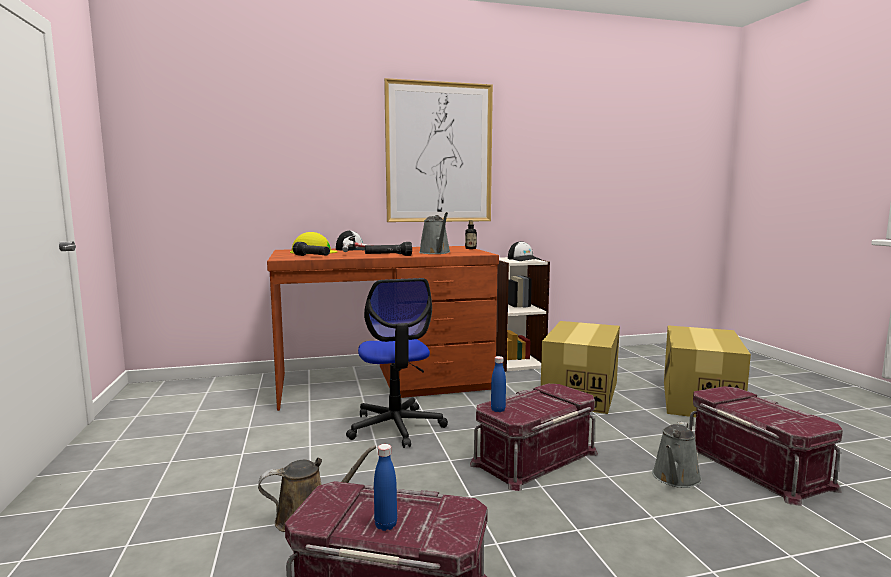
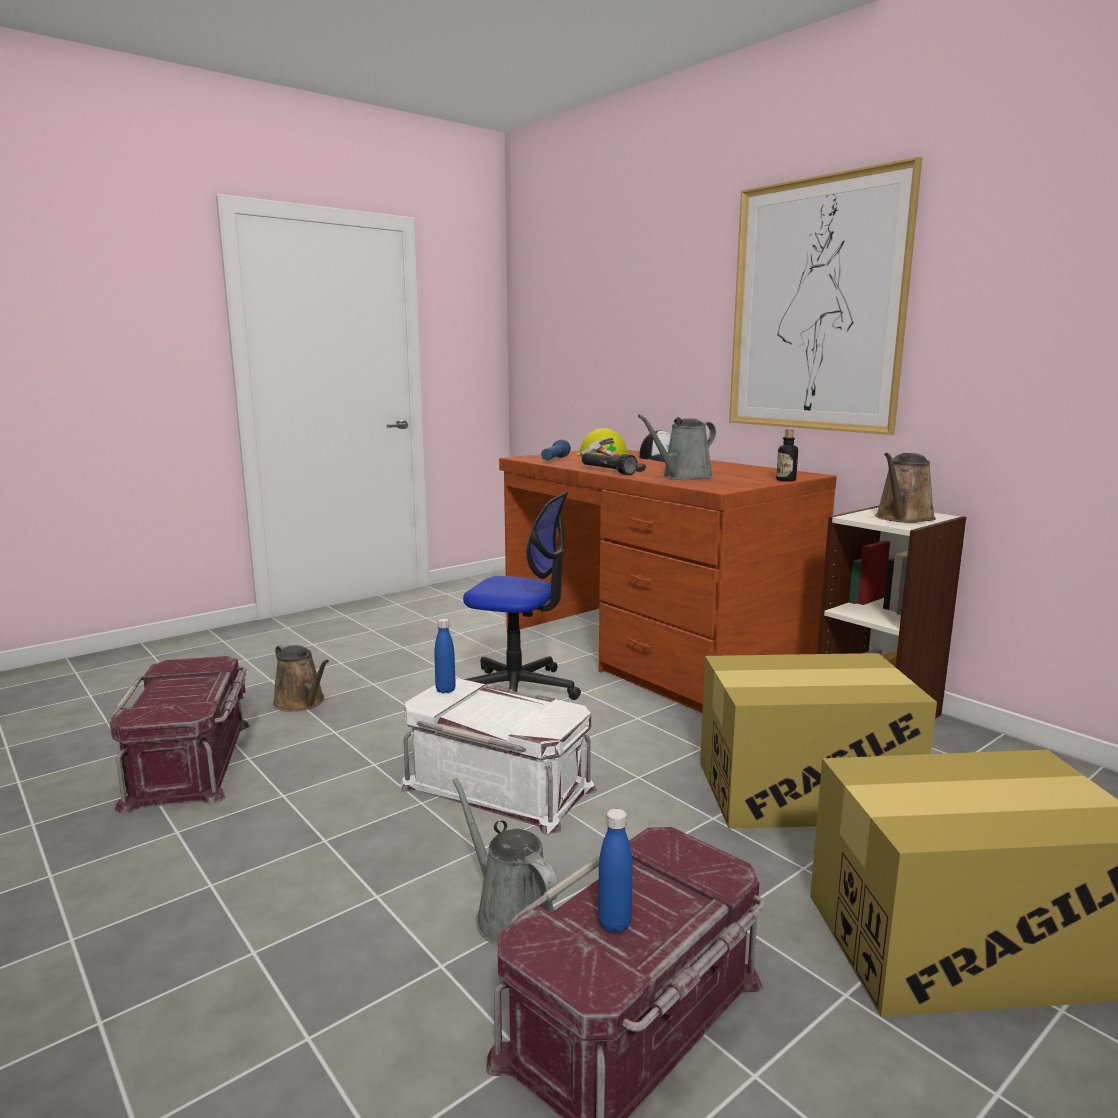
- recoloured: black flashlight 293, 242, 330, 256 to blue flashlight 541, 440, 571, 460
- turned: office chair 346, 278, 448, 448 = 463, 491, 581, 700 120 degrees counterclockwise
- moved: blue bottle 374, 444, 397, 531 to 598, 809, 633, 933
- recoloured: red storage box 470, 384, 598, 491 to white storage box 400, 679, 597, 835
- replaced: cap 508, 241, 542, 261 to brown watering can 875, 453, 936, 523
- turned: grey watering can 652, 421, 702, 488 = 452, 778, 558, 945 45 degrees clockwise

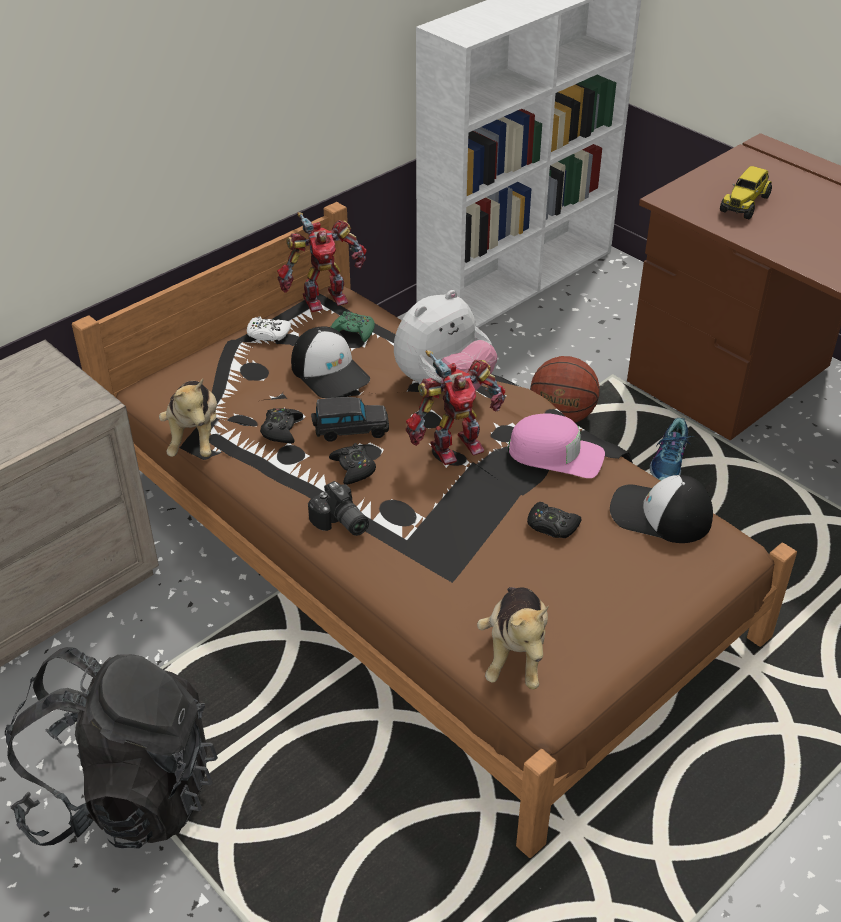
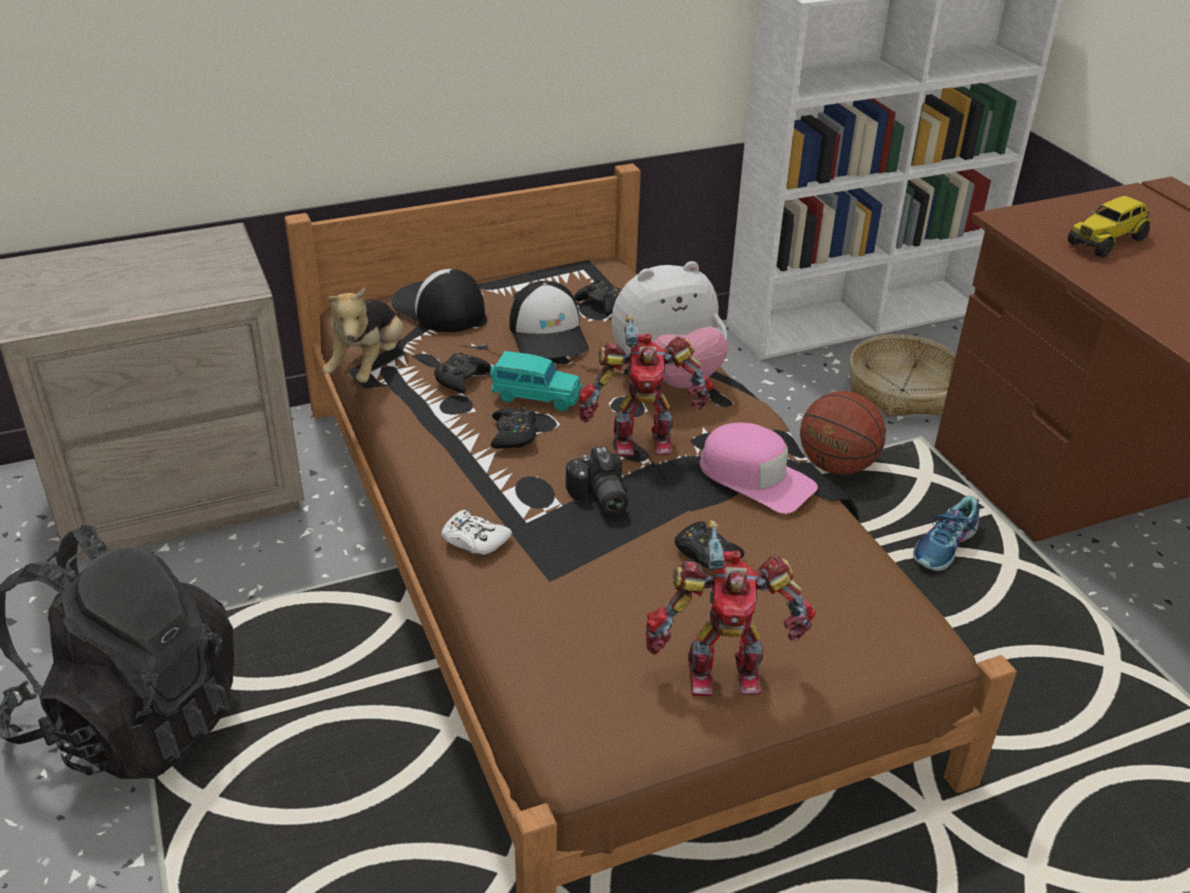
- moved: white game controller 247, 316, 291, 341 to 442, 510, 512, 555
- moved: toy robot 277, 212, 367, 312 to 646, 520, 816, 696
- moved: photo camera 308, 481, 369, 536 to 566, 446, 628, 515
- recoloured: black toy car 311, 397, 389, 442 to turquoise toy car 490, 351, 582, 411
- recoloured: green game controller 331, 311, 375, 342 to black game controller 574, 279, 622, 316
- removed: plush toy 477, 587, 549, 689
- moved: cap 610, 475, 713, 543 to 391, 269, 485, 332
- added: basket 850, 334, 956, 417

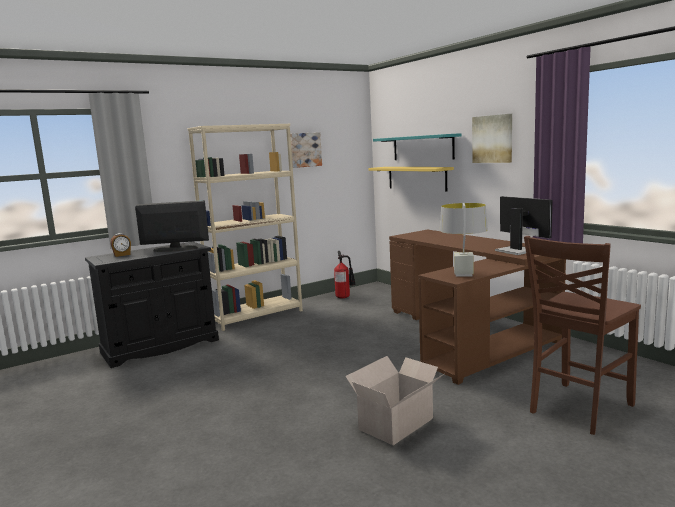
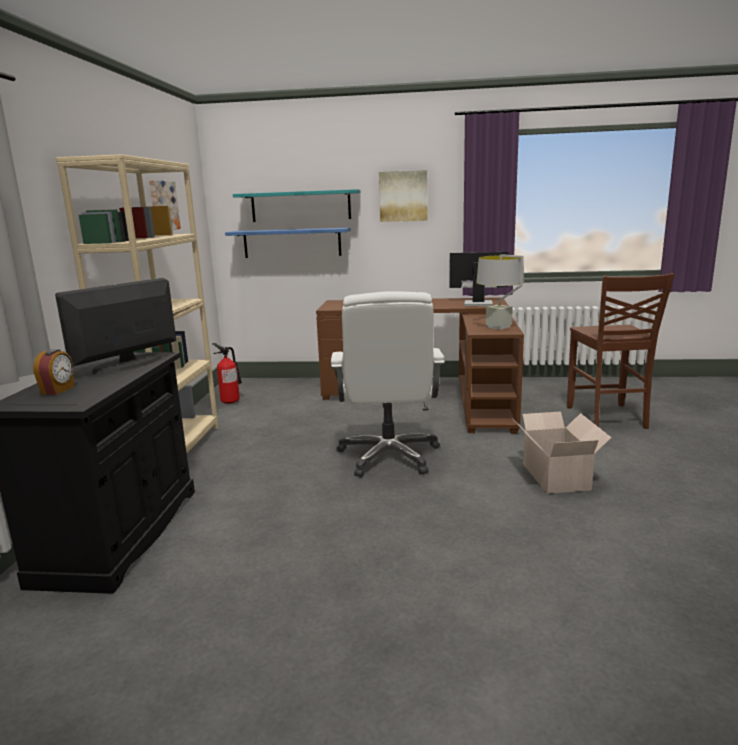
- recoloured: yellow shelf 369, 167, 454, 192 to blue shelf 225, 227, 350, 258
- added: white office chair 331, 291, 445, 477

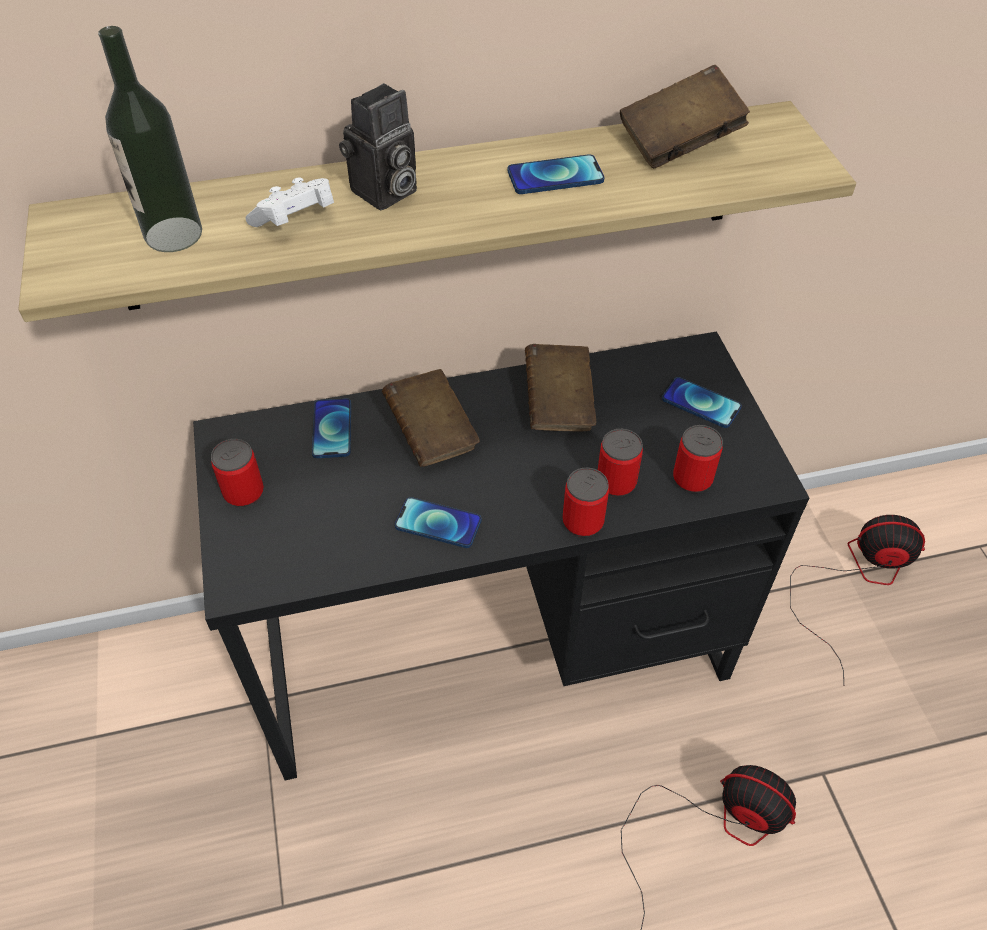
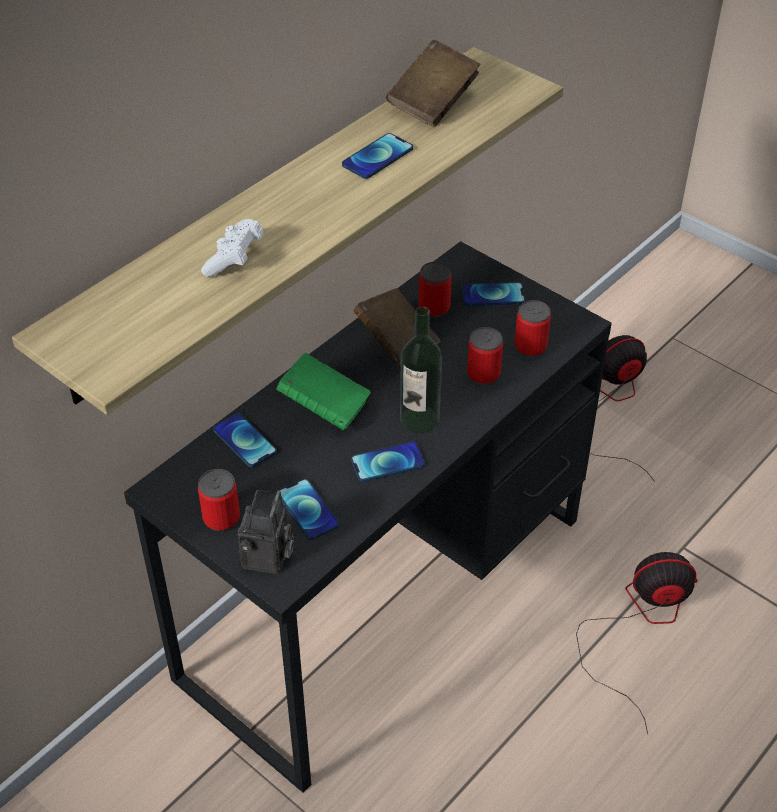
- moved: bottle 98, 26, 202, 252 to 400, 306, 442, 433
- moved: photo camera 339, 83, 417, 210 to 238, 490, 294, 574
- recoloured: brown book 382, 369, 480, 467 to green book 276, 353, 371, 431
- moved: can 562, 467, 609, 537 to 418, 262, 452, 317
- added: phone 279, 479, 339, 540

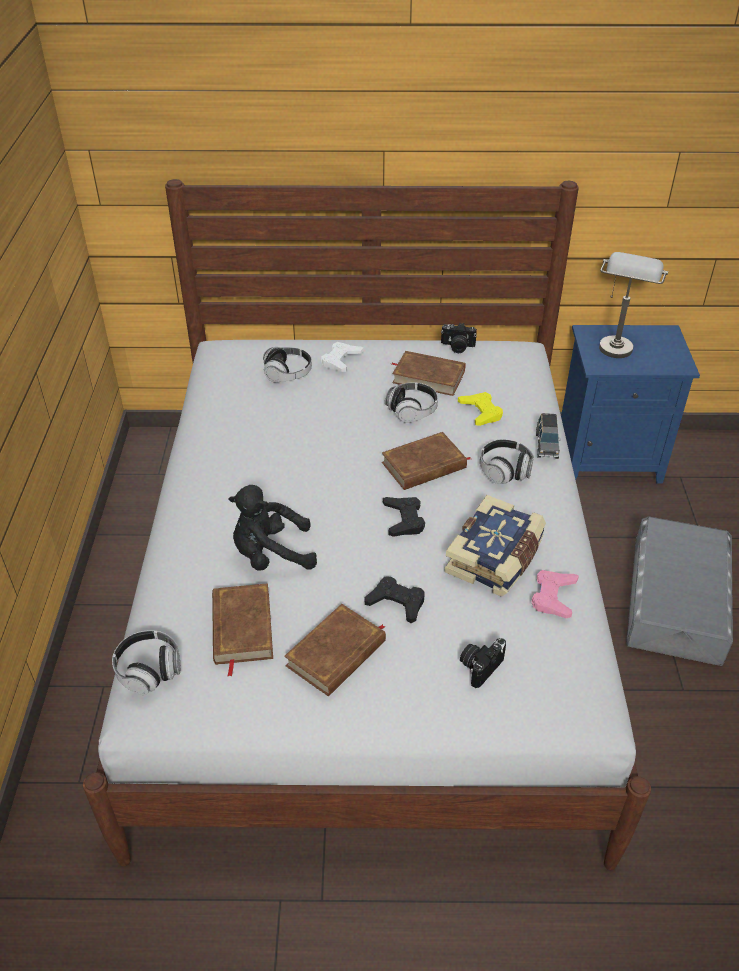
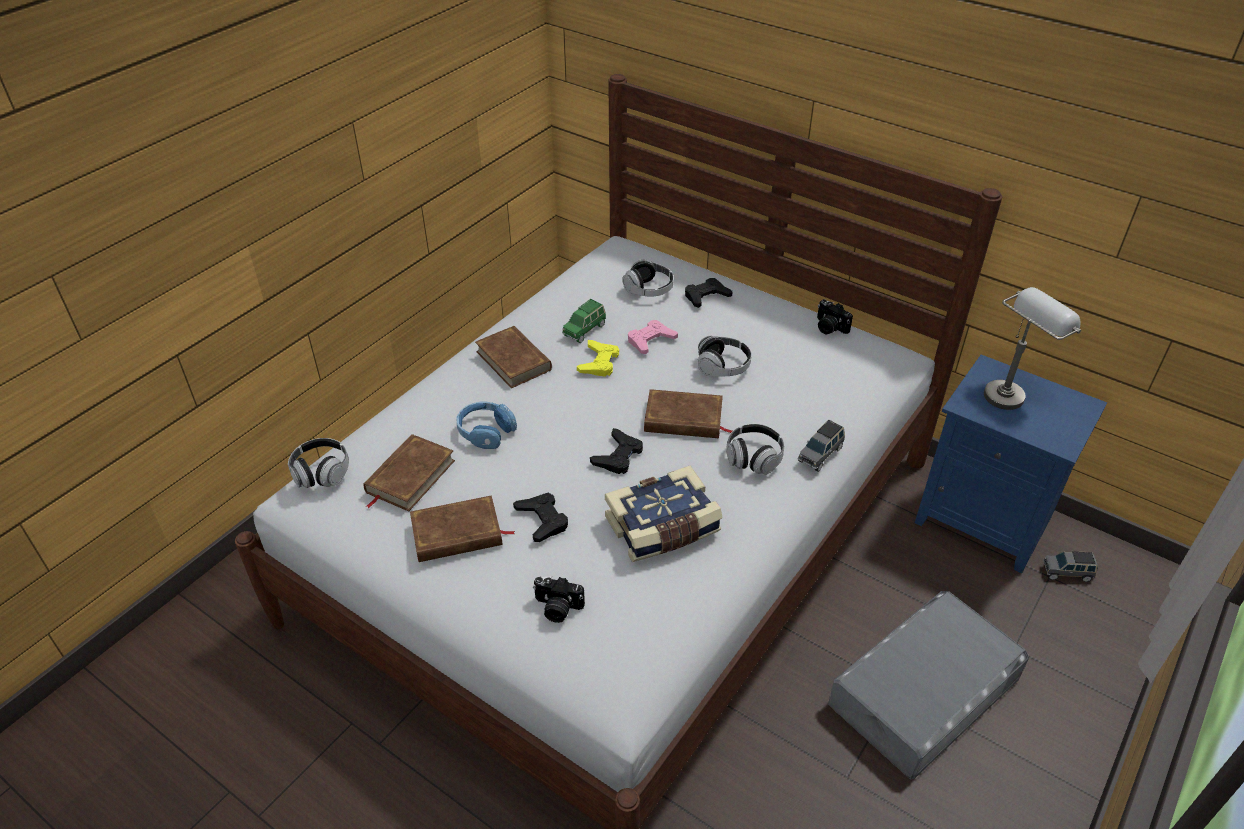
- replaced: black plush toy 229, 485, 317, 571 to blue headphones 456, 402, 517, 449
- recoloured: white game controller 321, 342, 363, 372 to black game controller 685, 278, 732, 308
- moved: brown book 392, 351, 466, 396 to 475, 326, 552, 388
- moved: yellow game controller 458, 392, 503, 426 to 577, 340, 619, 377
- turned: photo camera 460, 638, 506, 688 = 533, 576, 585, 623 150 degrees counterclockwise
- moved: pink game controller 531, 570, 579, 618 to 628, 320, 678, 354
- added: green toy car 562, 299, 606, 343
- added: grey toy car 1043, 551, 1098, 582

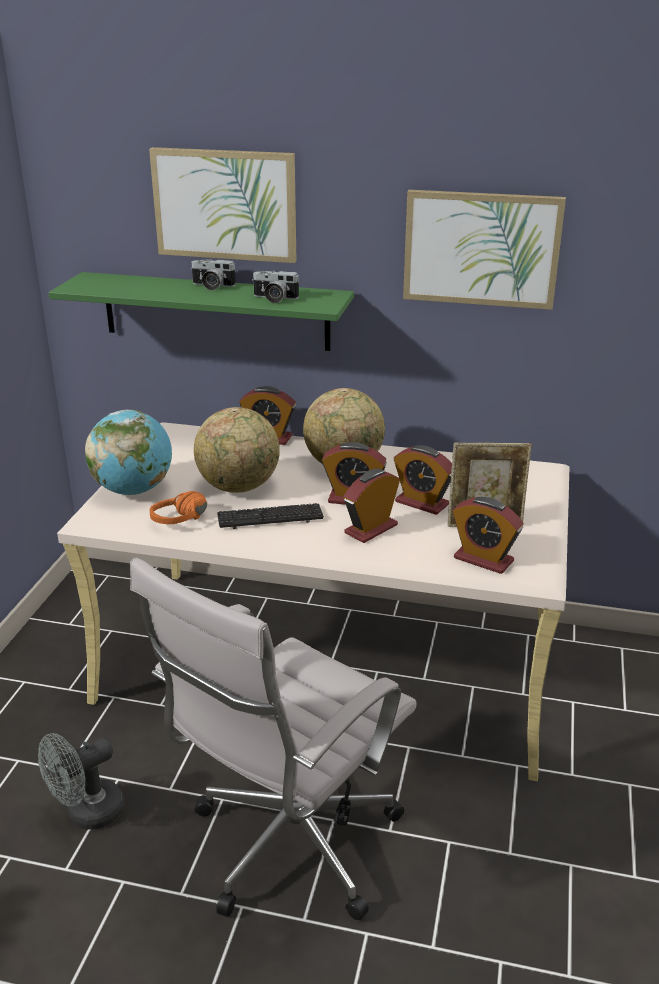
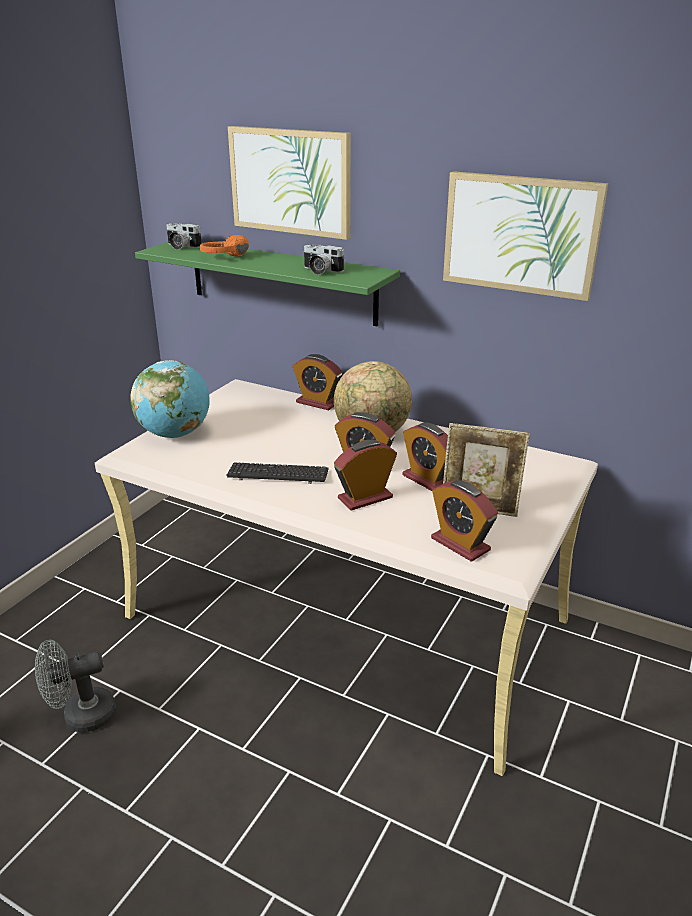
- removed: white office chair 130, 557, 417, 921
- moved: orange headphones 150, 491, 207, 524 to 200, 235, 249, 257
- moved: photo camera 191, 259, 237, 290 to 166, 223, 202, 250
- removed: globe 194, 407, 280, 493

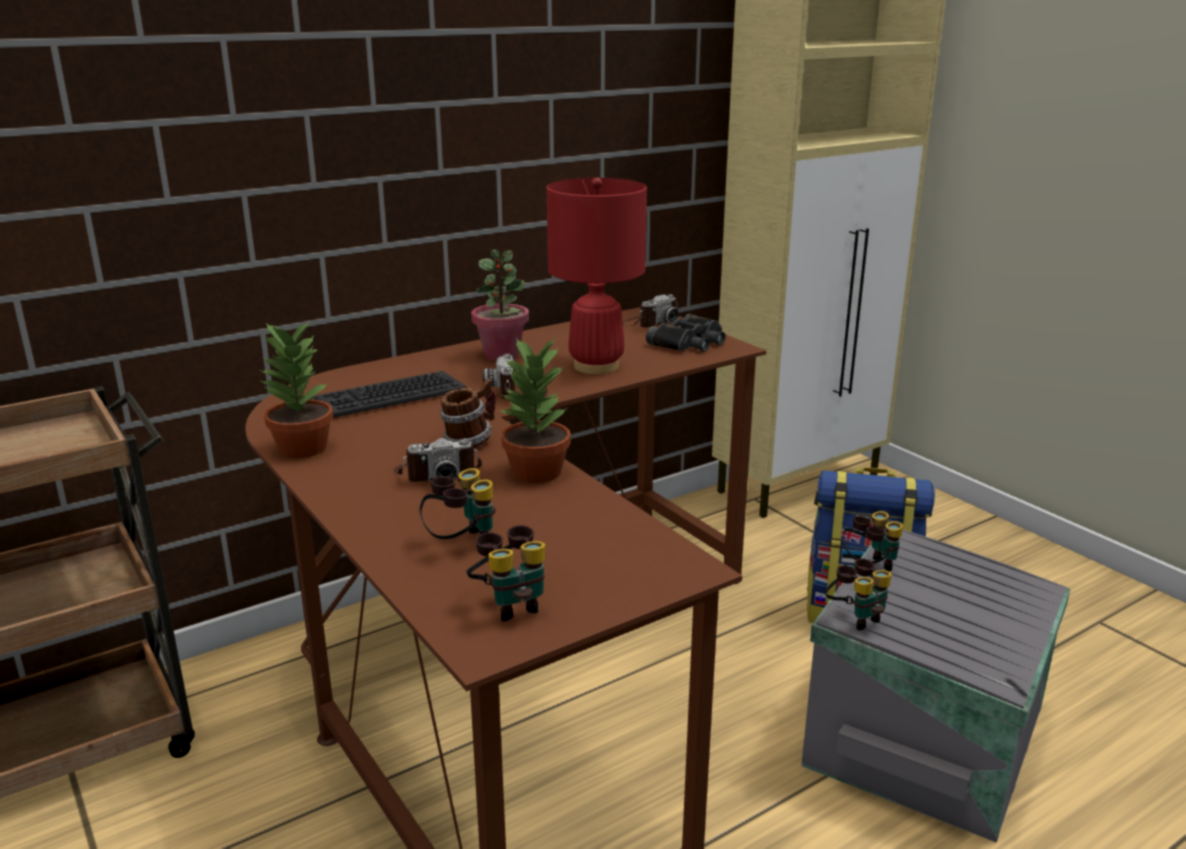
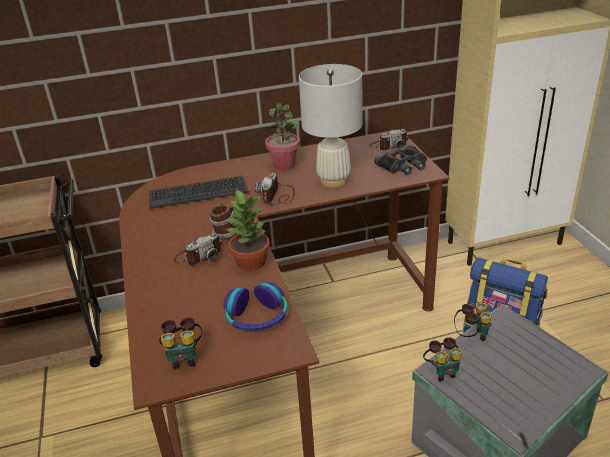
- removed: potted plant 259, 321, 333, 458
- turned: photo camera 394, 438, 482, 482 = 174, 233, 222, 265 45 degrees counterclockwise
- removed: binoculars 420, 468, 495, 539
- recoloured: red table lamp 547, 177, 647, 374 to white table lamp 299, 64, 363, 188
- added: headphones 224, 282, 287, 331

